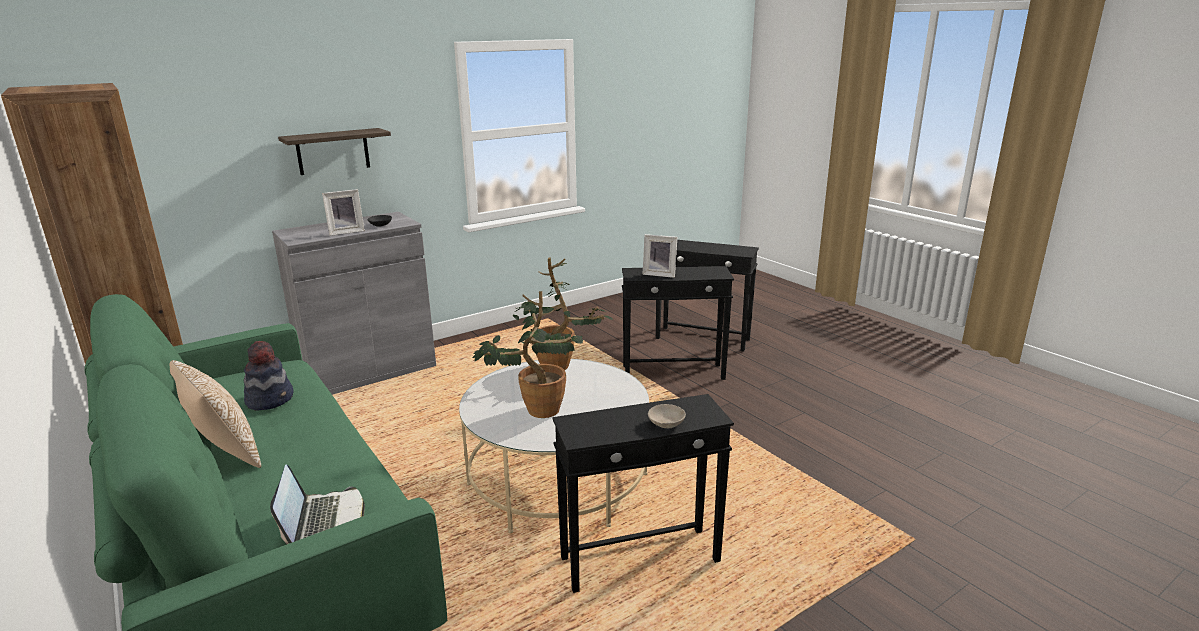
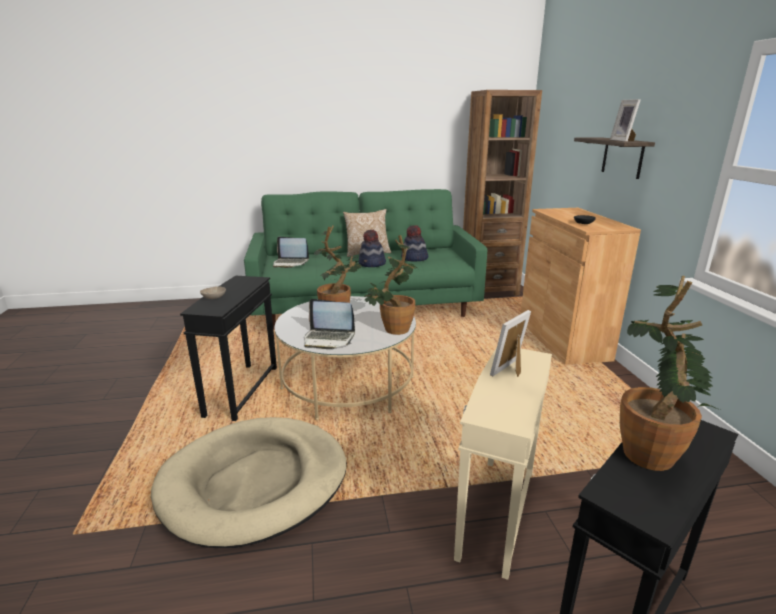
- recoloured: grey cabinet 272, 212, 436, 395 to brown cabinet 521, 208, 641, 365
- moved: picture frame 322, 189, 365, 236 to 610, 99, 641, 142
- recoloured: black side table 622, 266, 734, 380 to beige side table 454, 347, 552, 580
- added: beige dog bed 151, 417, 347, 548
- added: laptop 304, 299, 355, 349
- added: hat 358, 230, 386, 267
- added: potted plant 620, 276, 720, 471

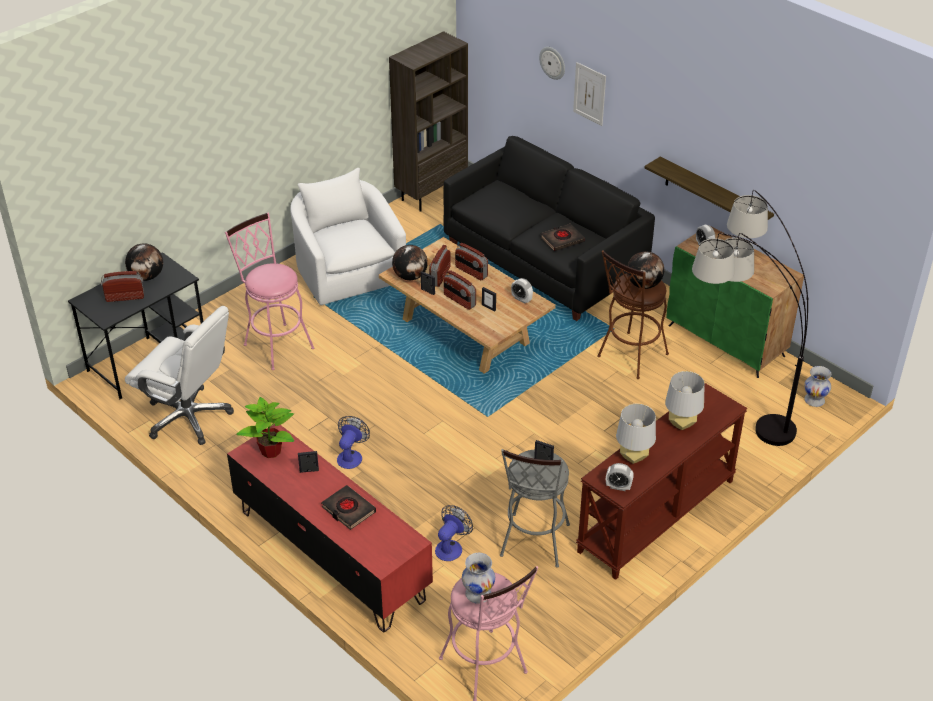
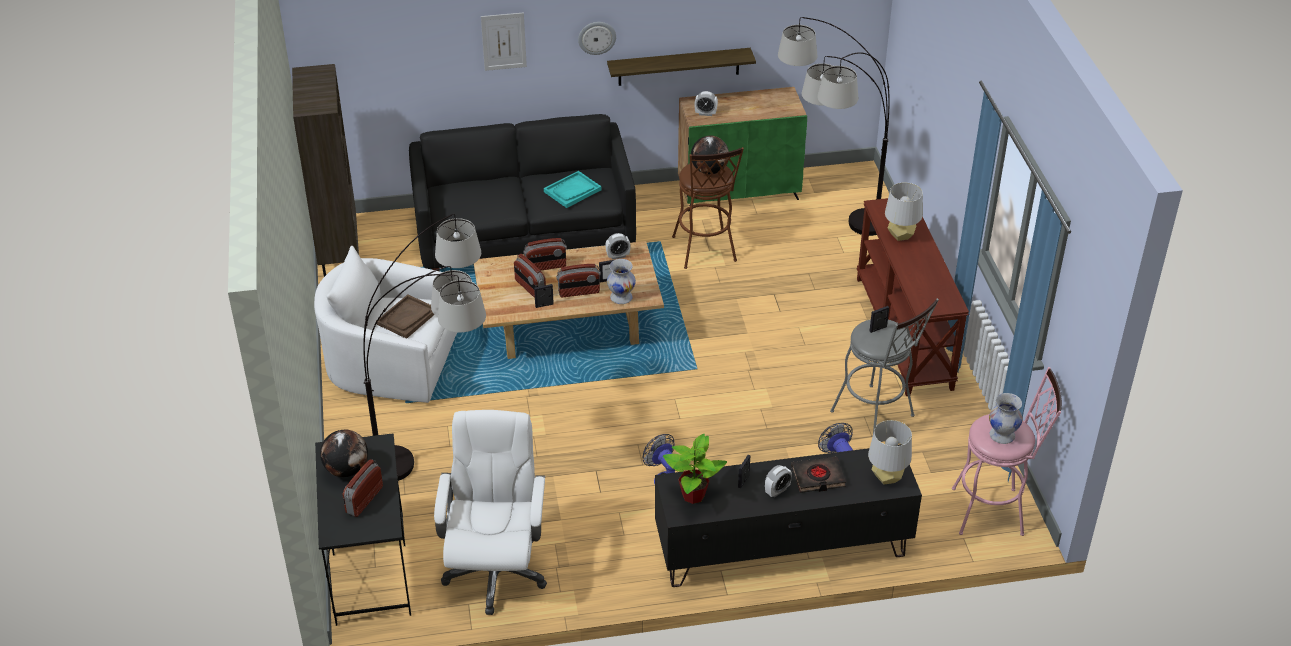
- turned: white office chair 125, 306, 234, 445 = 434, 410, 547, 615 60 degrees counterclockwise
- replaced: pink stool 225, 213, 314, 370 to floor lamp 363, 214, 486, 481
- recoloured: red tv stand 227, 424, 433, 633 to black tv stand 655, 444, 922, 587
- removed: globe 392, 245, 428, 280
- moved: wall clock 539, 47, 565, 80 to 578, 22, 616, 55
- replaced: black book 541, 223, 585, 251 to turquoise tray 544, 171, 601, 208
- moved: alarm clock 606, 463, 634, 491 to 765, 465, 792, 497
- moved: grey table lamp 616, 404, 656, 464 to 868, 420, 912, 484
- moved: white vase 804, 366, 831, 407 to 607, 259, 636, 304
- added: brown tray 376, 294, 434, 338

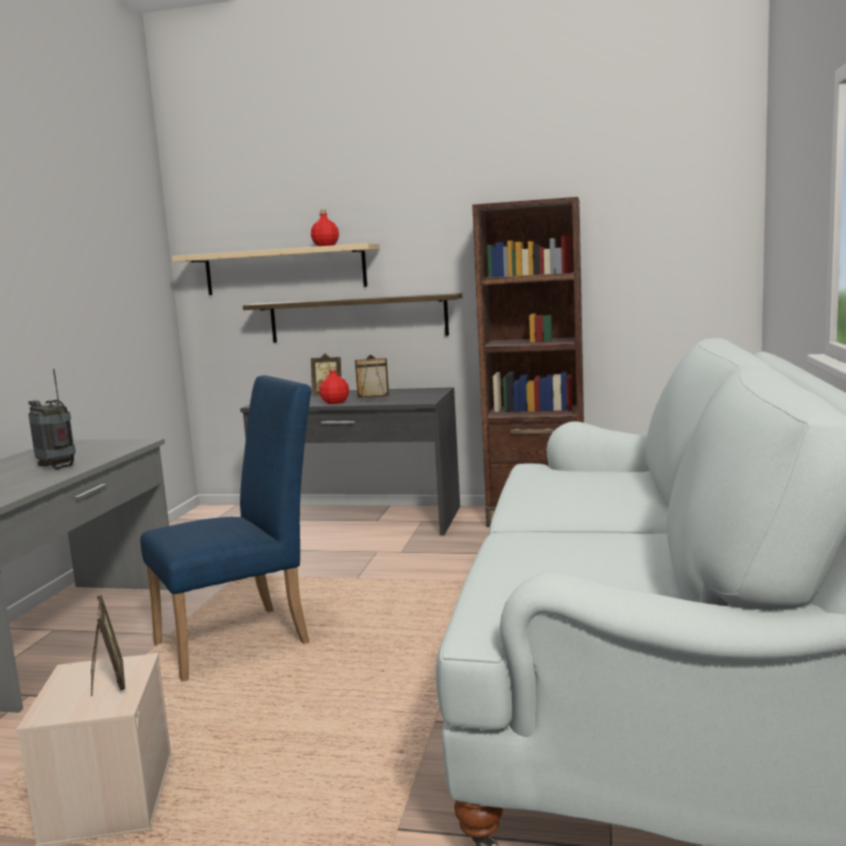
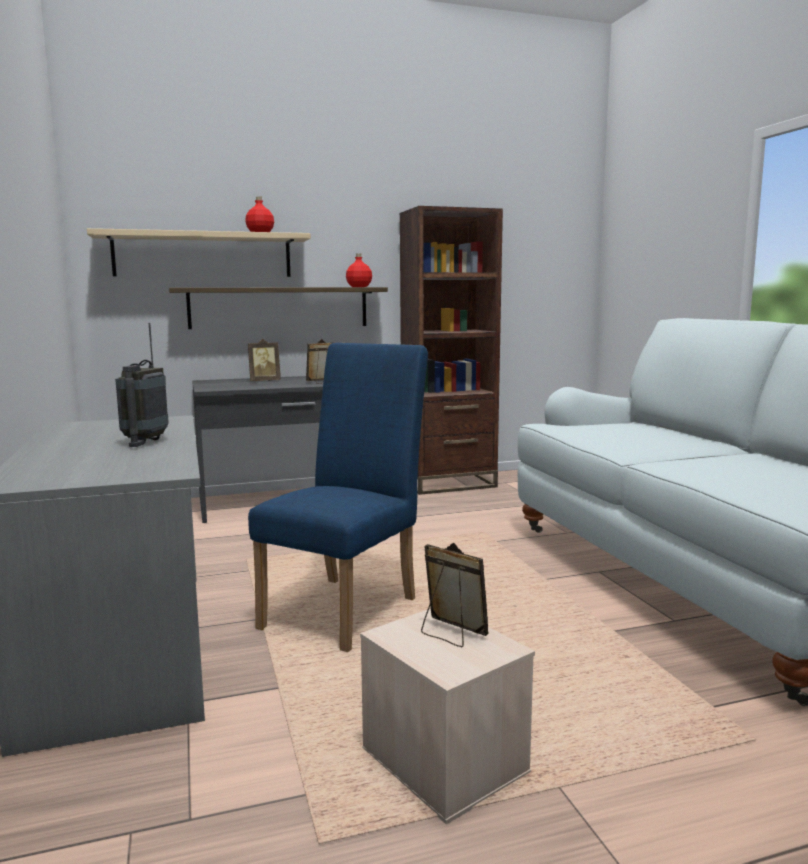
- turned: radio 28, 369, 76, 470 = 115, 323, 169, 447 90 degrees counterclockwise
- moved: red bottle 319, 366, 349, 404 to 346, 253, 372, 287

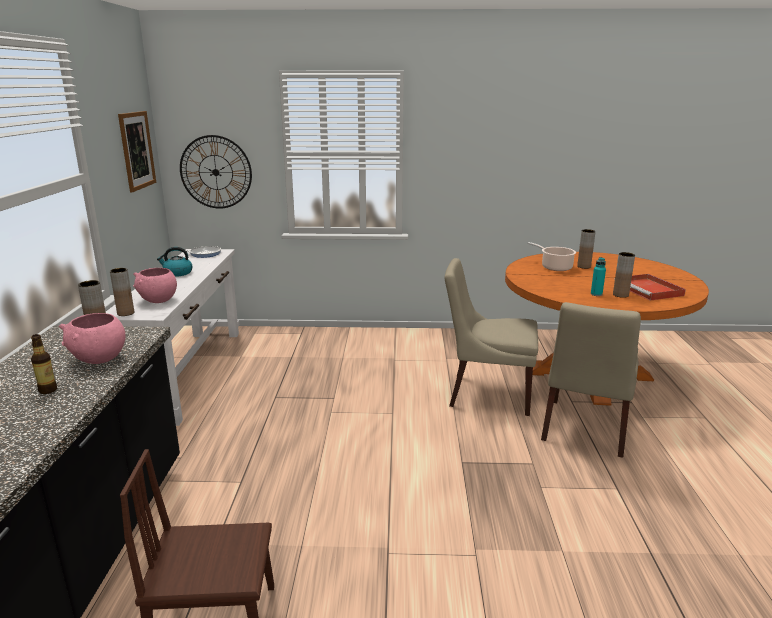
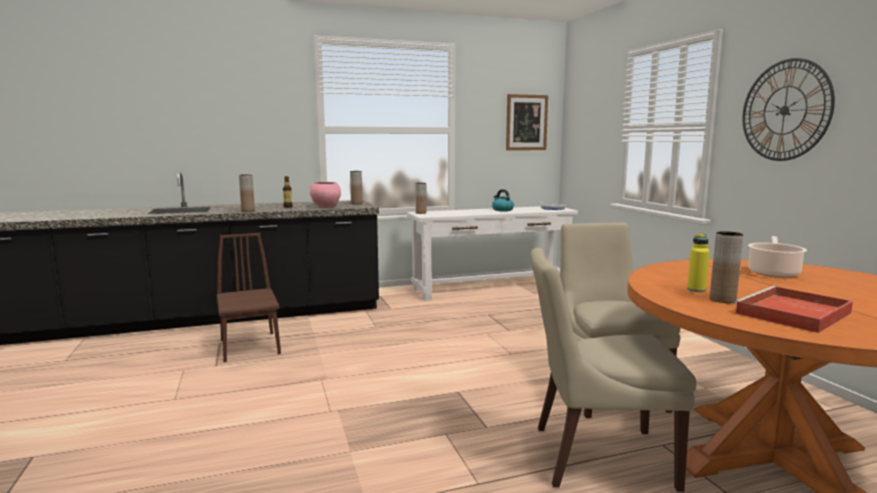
- removed: pink bowl 133, 268, 177, 303
- moved: wall clock 180, 135, 252, 209 to 742, 58, 835, 161
- moved: brown vase 577, 229, 596, 269 to 239, 174, 255, 212
- recoloured: turquoise bottle 591, 257, 606, 296 to yellow bottle 687, 234, 710, 292

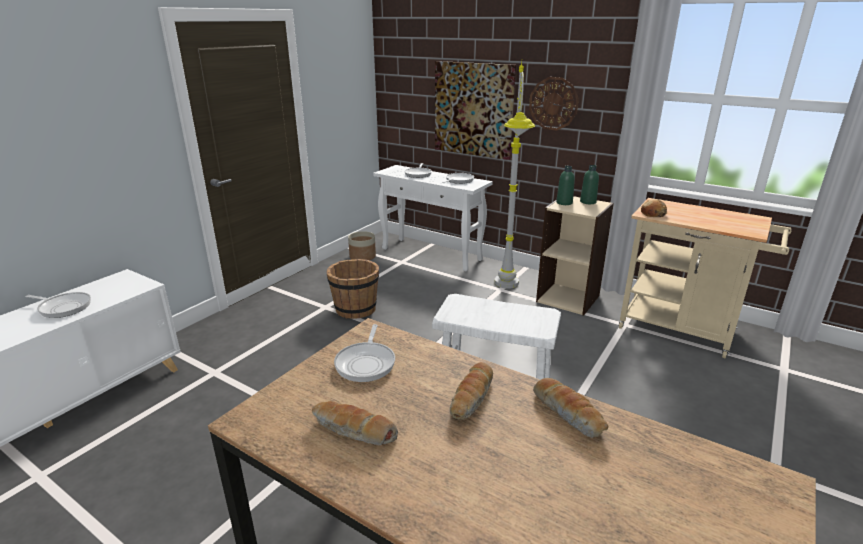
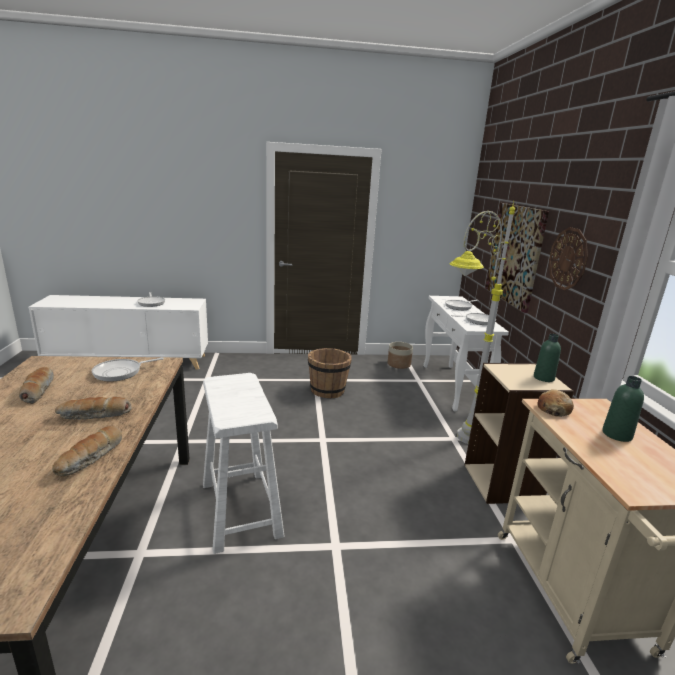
- moved: green bottle 556, 166, 575, 205 to 602, 376, 644, 442

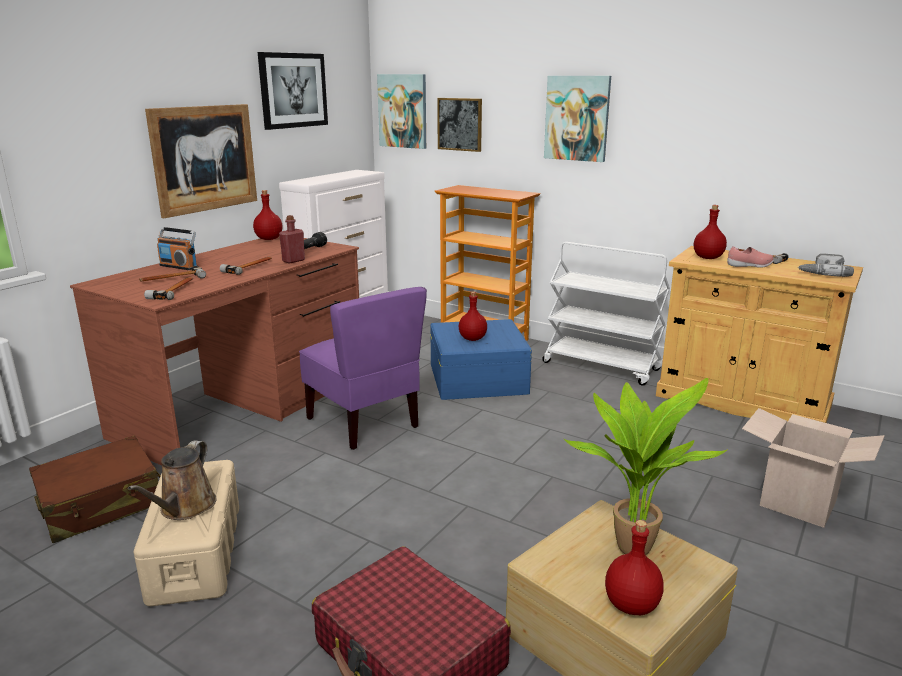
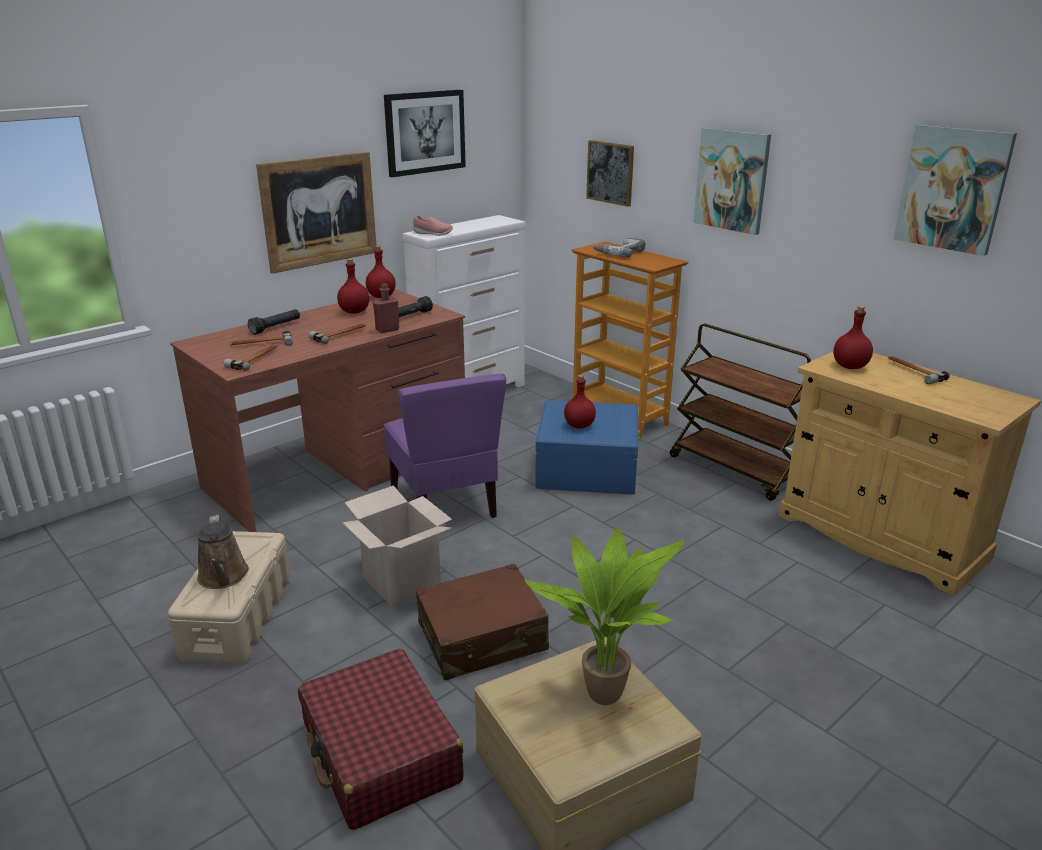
- moved: brown suitcase 29, 435, 161, 543 to 416, 564, 549, 680
- turned: brown watering can 128, 441, 217, 520 = 197, 515, 249, 589 45 degrees counterclockwise
- replaced: radio 157, 227, 197, 270 to black flashlight 248, 309, 300, 335
- moved: picture 377, 74, 426, 149 to 894, 124, 1017, 256
- recoloured: white cart 542, 242, 670, 386 to brown cart 670, 324, 811, 501
- moved: red bottle 605, 520, 664, 615 to 337, 259, 369, 314
- moved: pink shoe 727, 246, 774, 268 to 413, 215, 453, 236
- moved: cardboard box 742, 408, 885, 528 to 342, 485, 452, 607
- moved: power drill 798, 254, 854, 277 to 593, 237, 645, 257

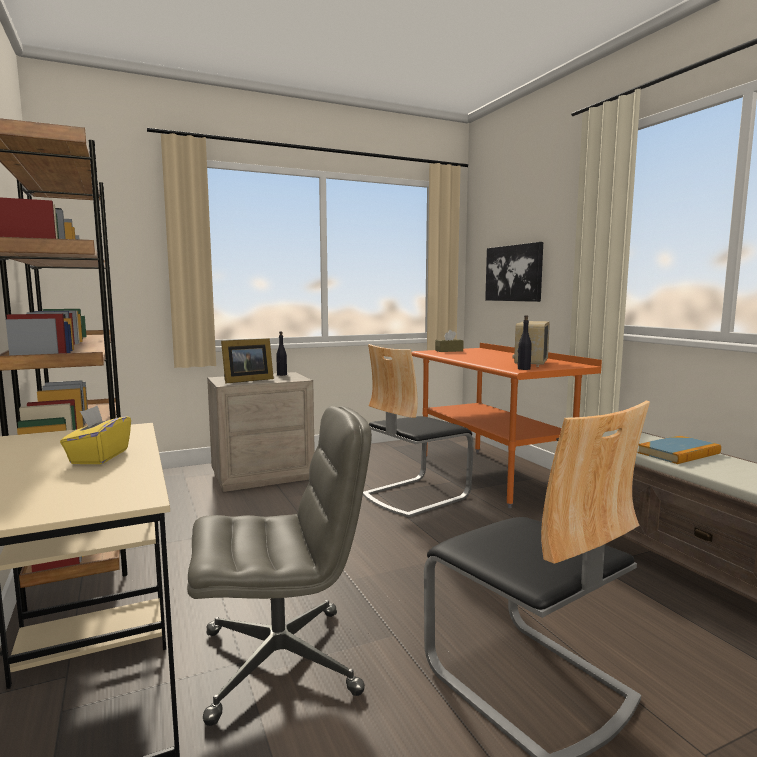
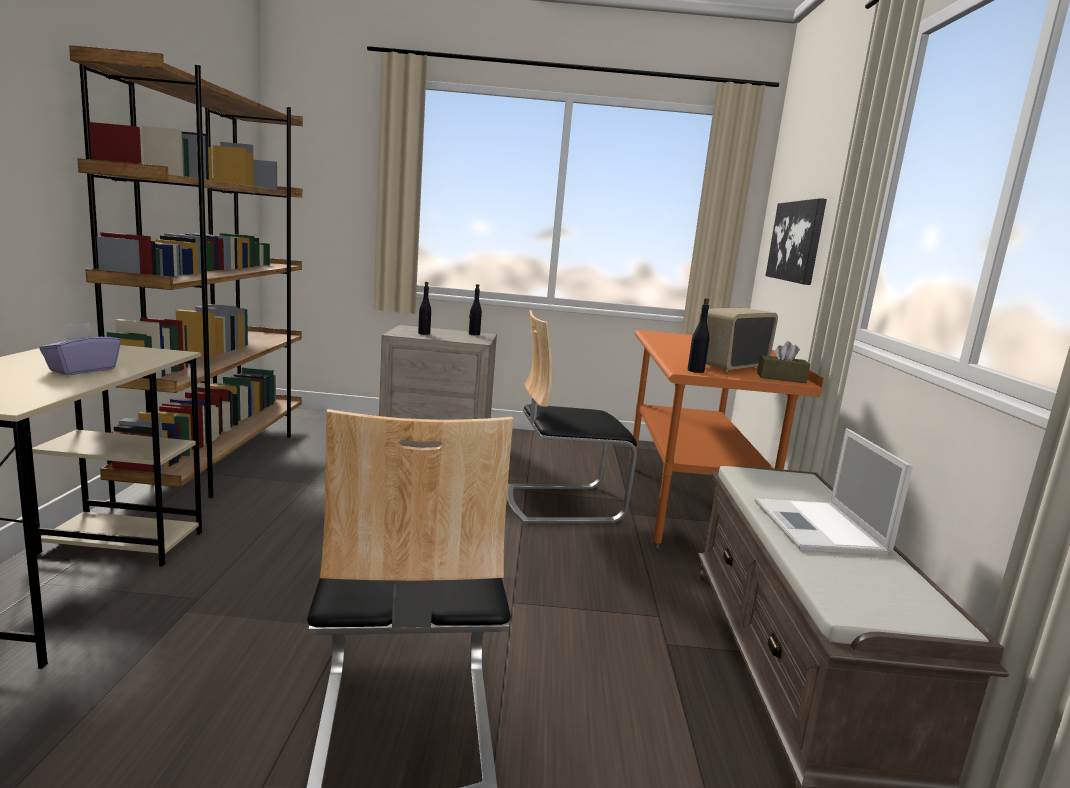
- recoloured: yellow tissue box 60, 406, 131, 464 to purple tissue box 39, 322, 121, 375
- removed: grey office chair 187, 406, 372, 726
- replaced: picture frame 221, 338, 274, 384 to black bottle 418, 282, 431, 335
- moved: brown tissue box 435, 330, 464, 352 to 757, 341, 810, 383
- replaced: book 637, 436, 721, 464 to laptop 755, 428, 913, 555

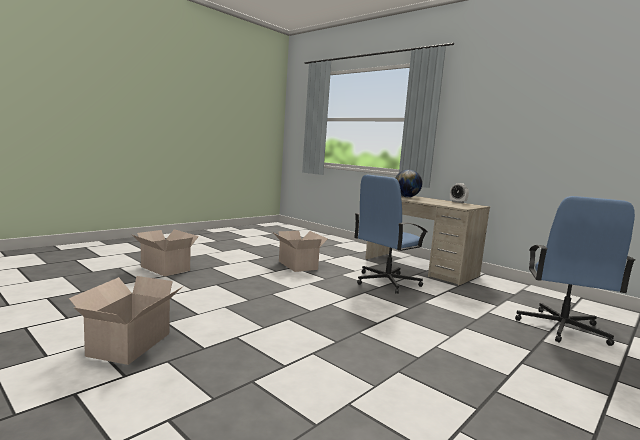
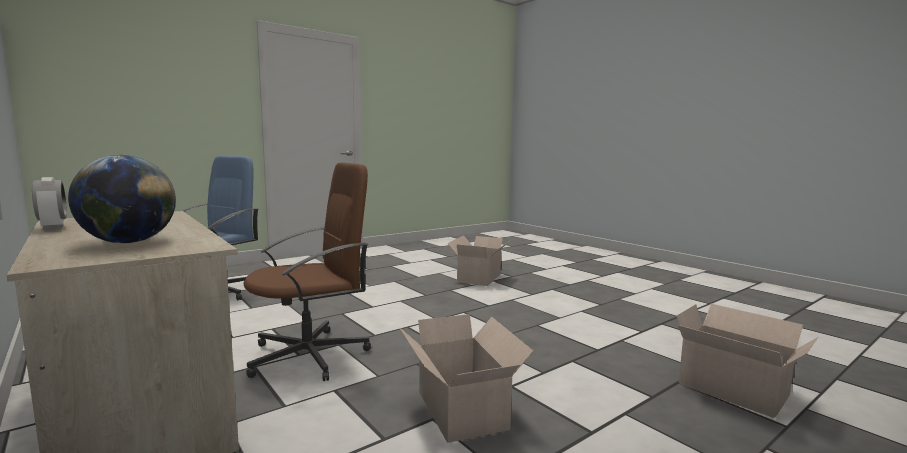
- moved: cardboard box 69, 276, 182, 365 to 447, 235, 511, 286
- recoloured: blue office chair 354, 175, 428, 294 to brown office chair 244, 162, 371, 381

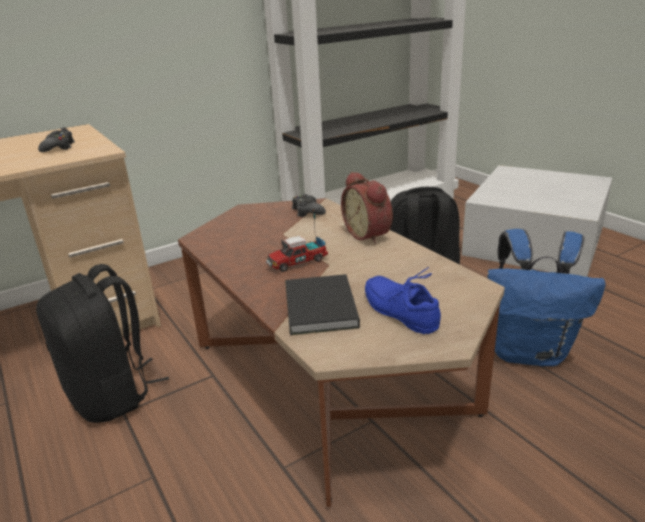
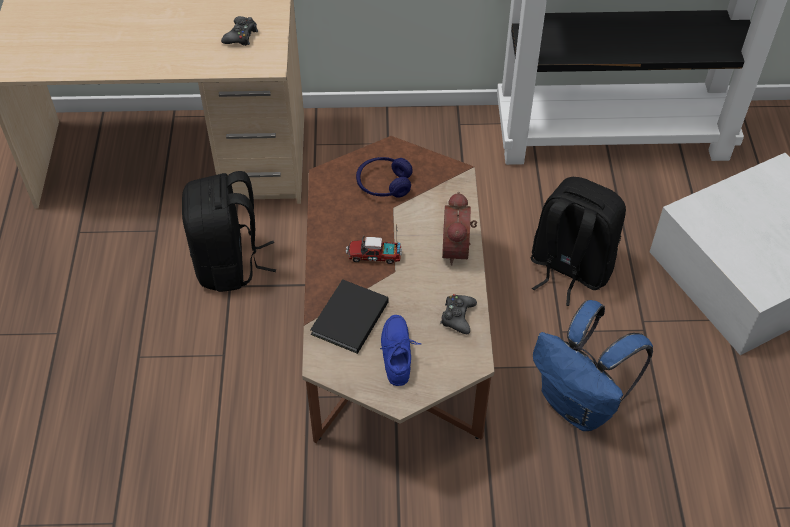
- moved: black game controller 292, 194, 326, 217 to 440, 294, 477, 334
- added: blue headphones 356, 157, 412, 198

